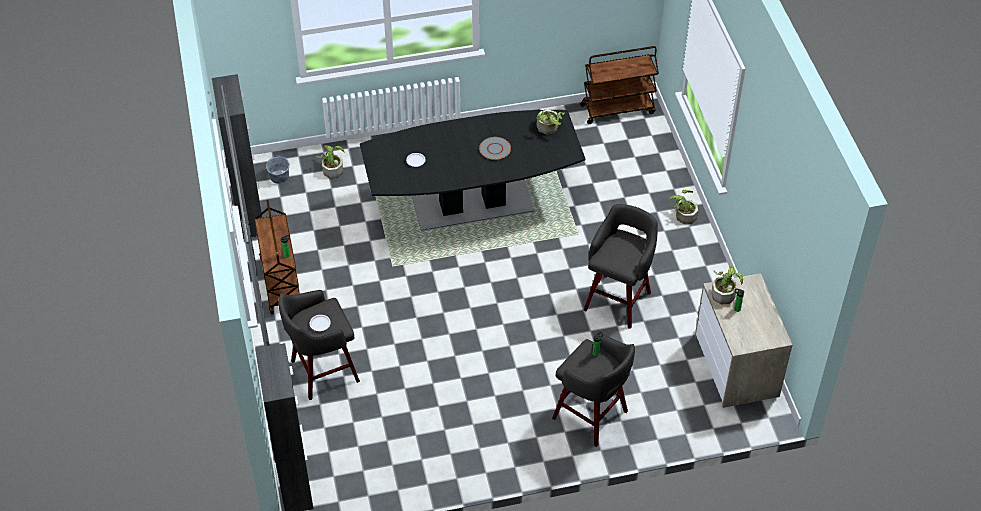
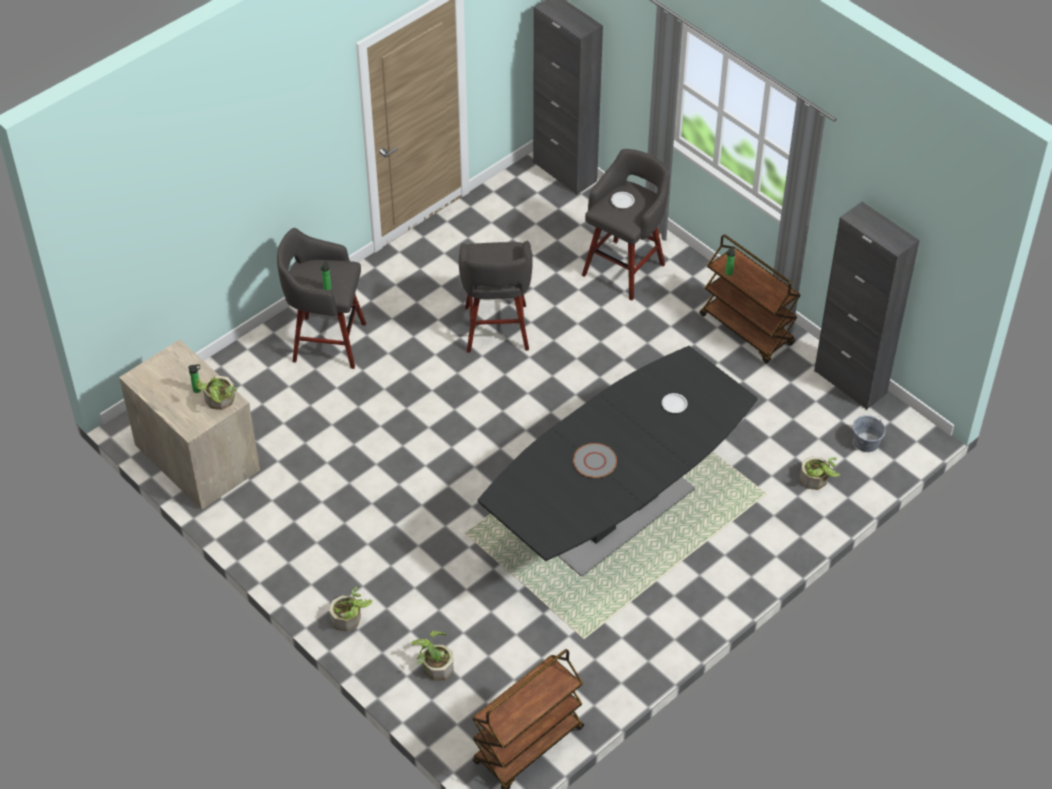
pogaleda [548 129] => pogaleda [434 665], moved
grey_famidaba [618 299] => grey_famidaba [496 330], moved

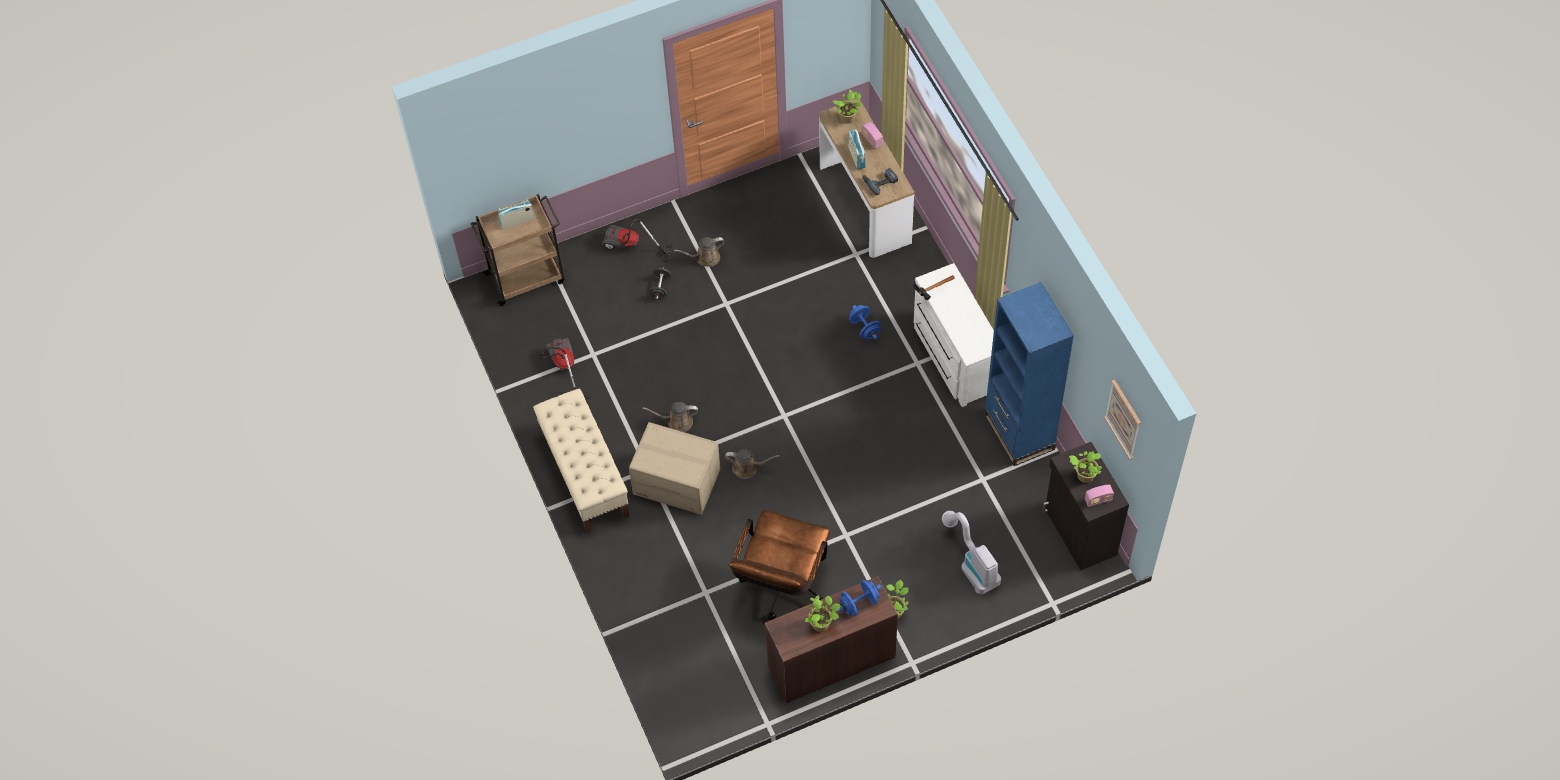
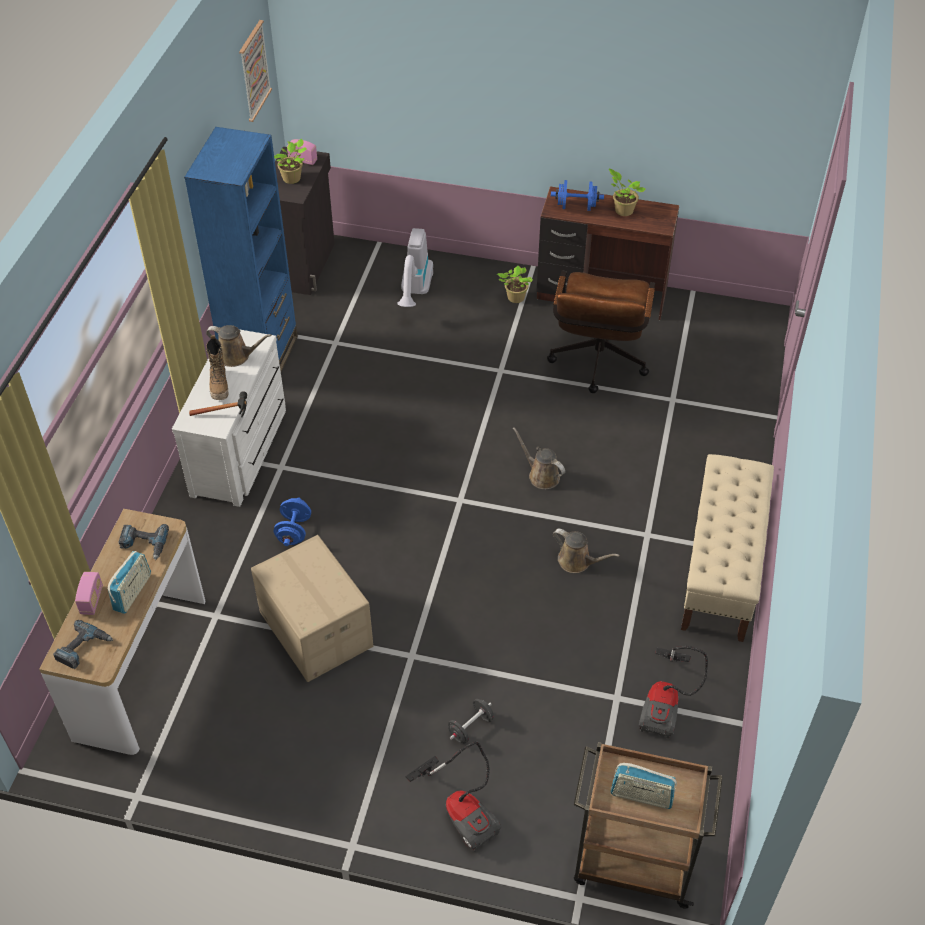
pogaleda [848 118] => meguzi [83 648]
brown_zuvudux [705 258] => brown_zuvudux [236 356], moved
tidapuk [677 481] => tidapuk [315 629], moved
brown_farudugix [782 588] => brown_farudugix [597 365], 135 degrees clockwise
nothing => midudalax [219 385]

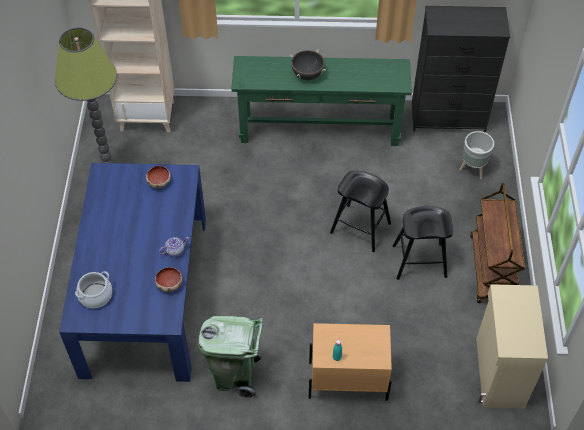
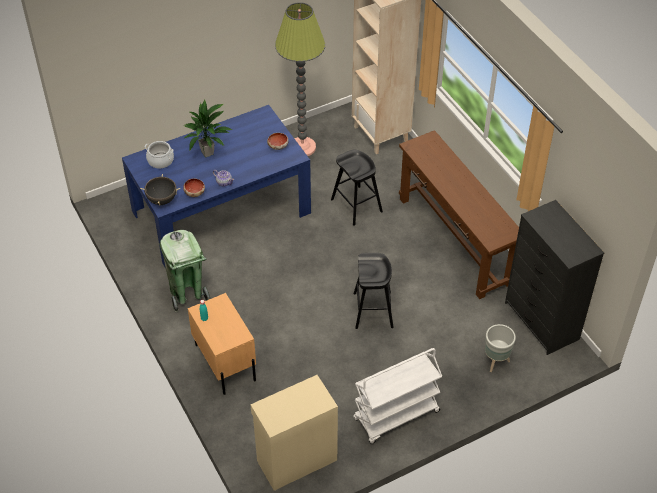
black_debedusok [307 75] => black_debedusok [162 200], moved
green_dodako [319 129] => brown_dodako [454 240]
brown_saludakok [491 270] => white_saludakok [396 416]
black_famidaba [419 261] => black_famidaba [356 205], moved
nothing => pogaleda [208 153]

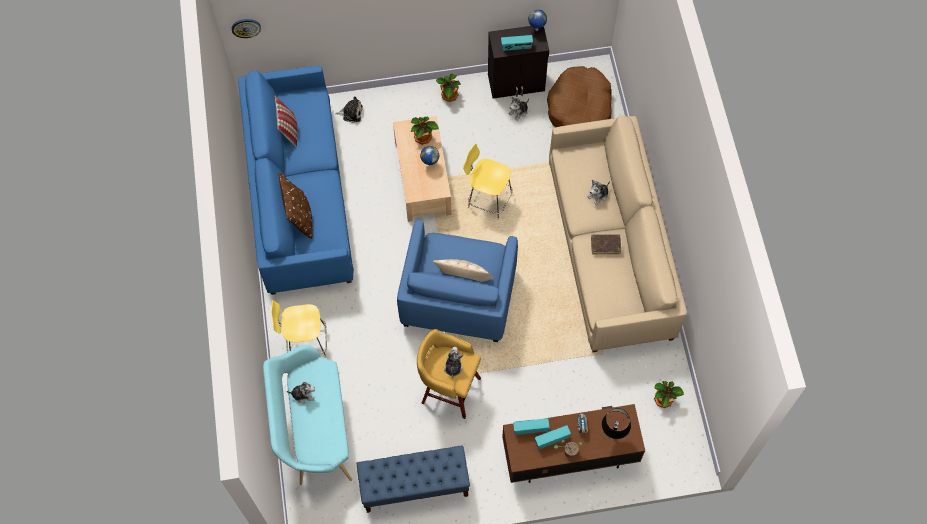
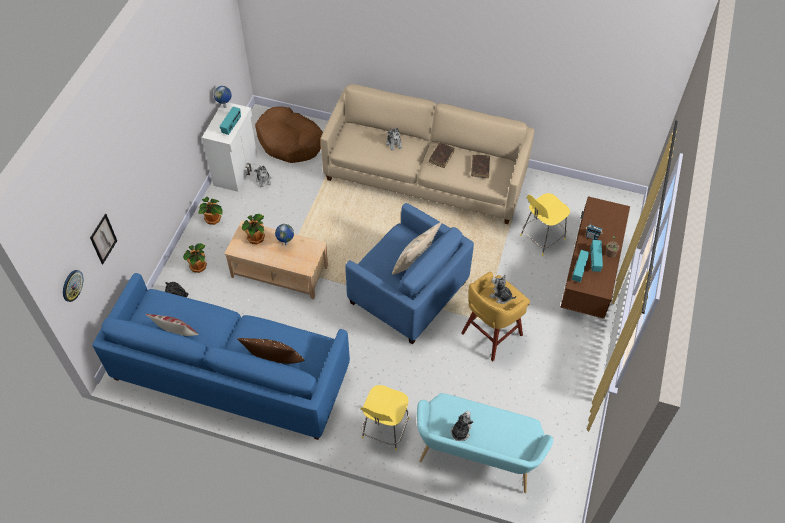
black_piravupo [516 83] => white_piravupo [236 170]
yellow_famidaba [488 200] => yellow_famidaba [541 238], moved
pogaleda [664 400] => pogaleda [199 266], moved
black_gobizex [612 435] => nothing
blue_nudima [414 486] => nothing
nothing => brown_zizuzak [480 168]
nothing => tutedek [103 239]

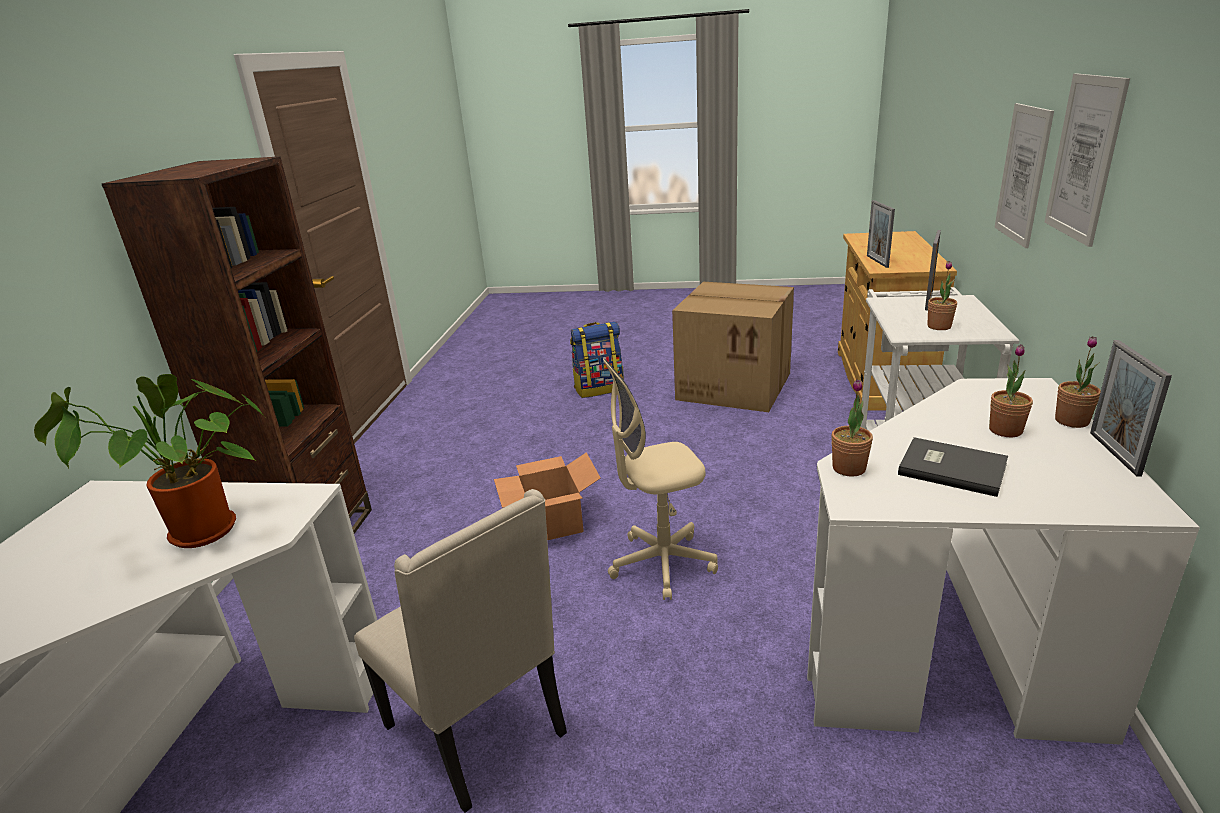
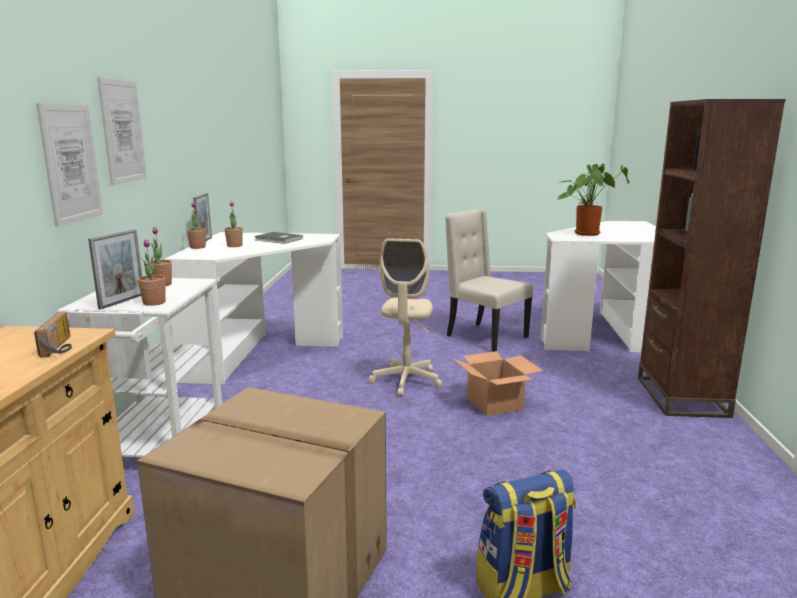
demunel [877 261] => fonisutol [61 347]
beige_farudugix [662 564] => beige_farudugix [406 381], 120 degrees clockwise
pogaleda [849 468] => pogaleda [154 302], moved

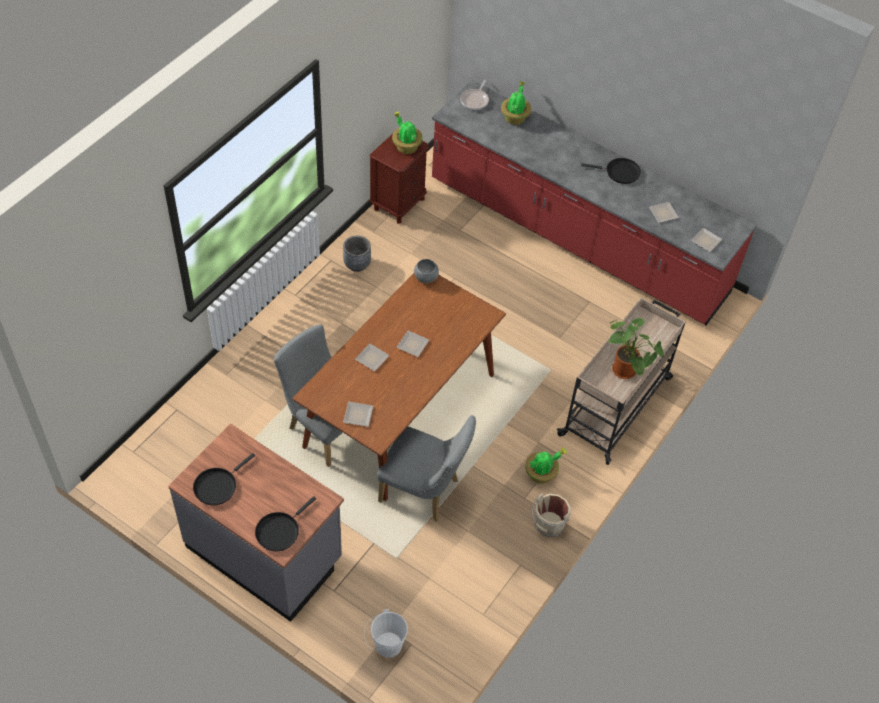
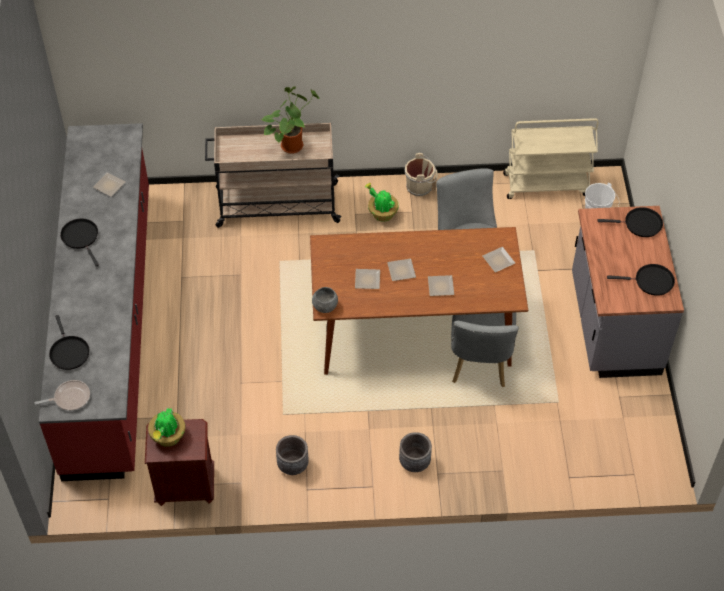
pogaleda [515 117] => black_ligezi [69 352]
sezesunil [707 241] => sezesunil [366 279], moved
nothing => beige_saludakok [546 184]
nothing => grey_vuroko [414 462]

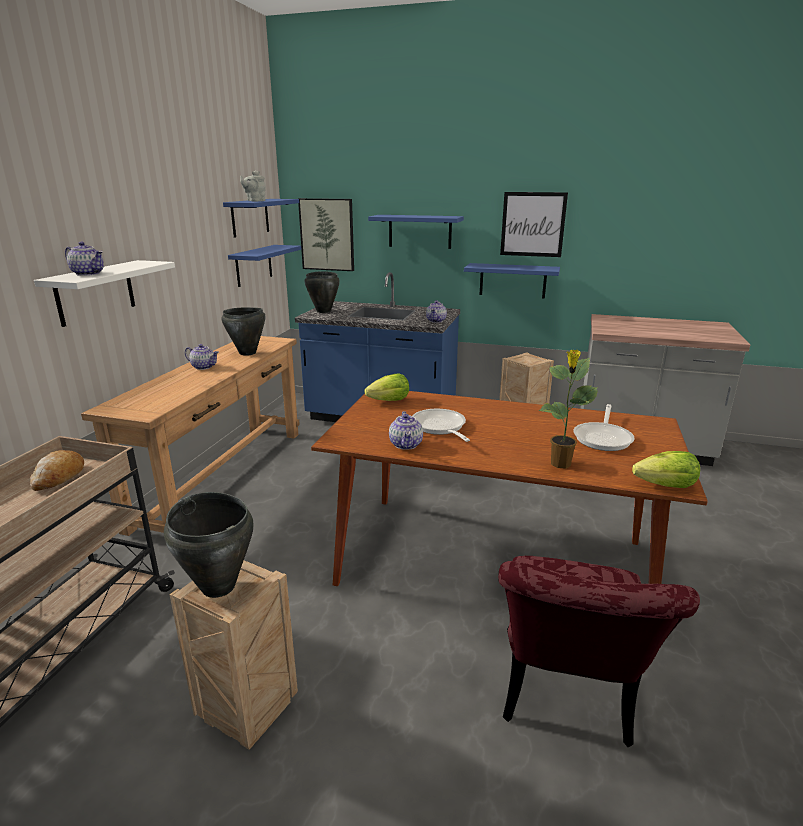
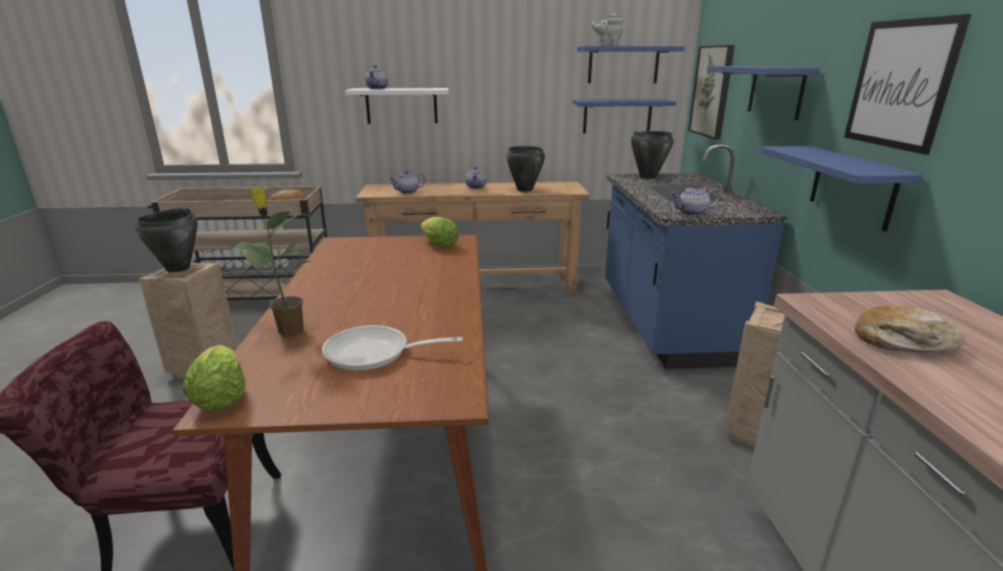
ligezi [440 427] => nothing
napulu [406 445] => napulu [408 192], moved
nothing => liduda [903 342]

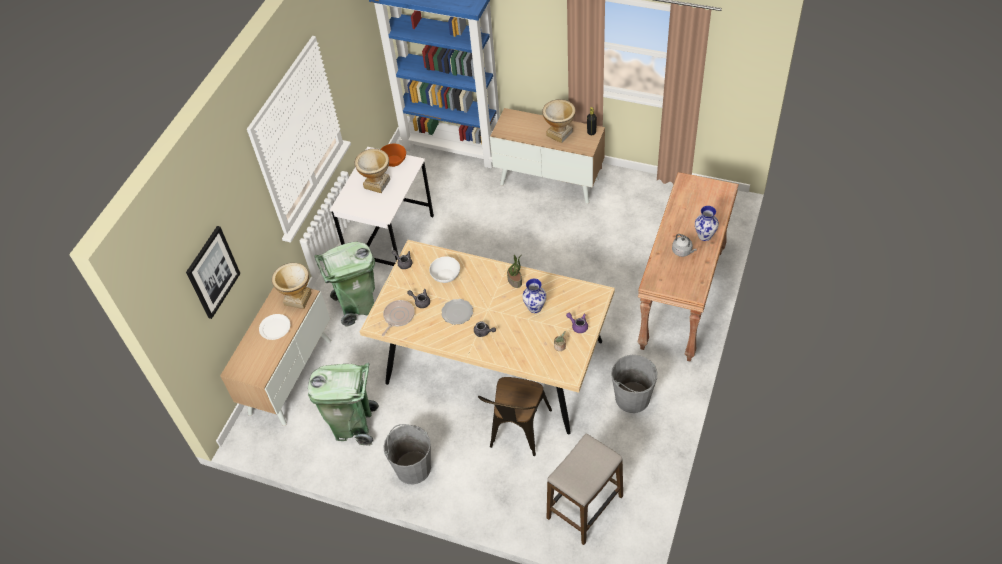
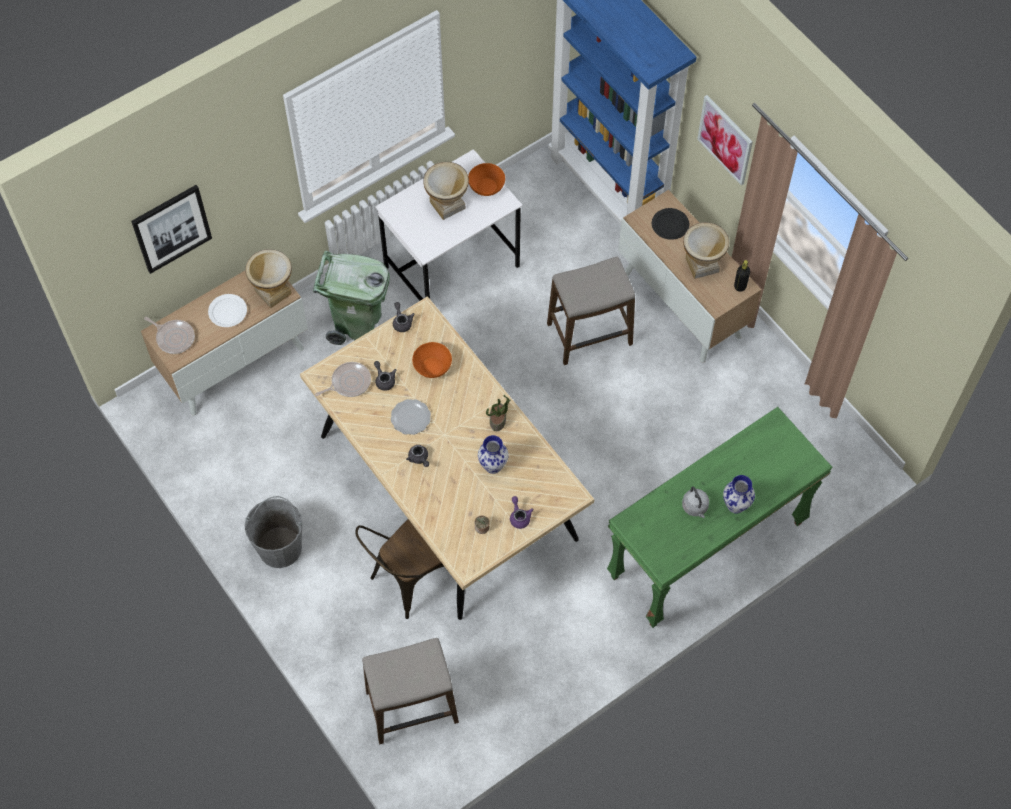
brown_dodako [683 300] => green_dodako [707 551]
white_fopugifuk [446 275] => orange_fopugifuk [432 366]
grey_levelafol [632 398] => nothing
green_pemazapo [354 425] => nothing
nothing => tutedek [725 139]
nothing => black_sezesunil [670 225]
nothing => famidaba [590 334]
nothing => ligezi [174 337]

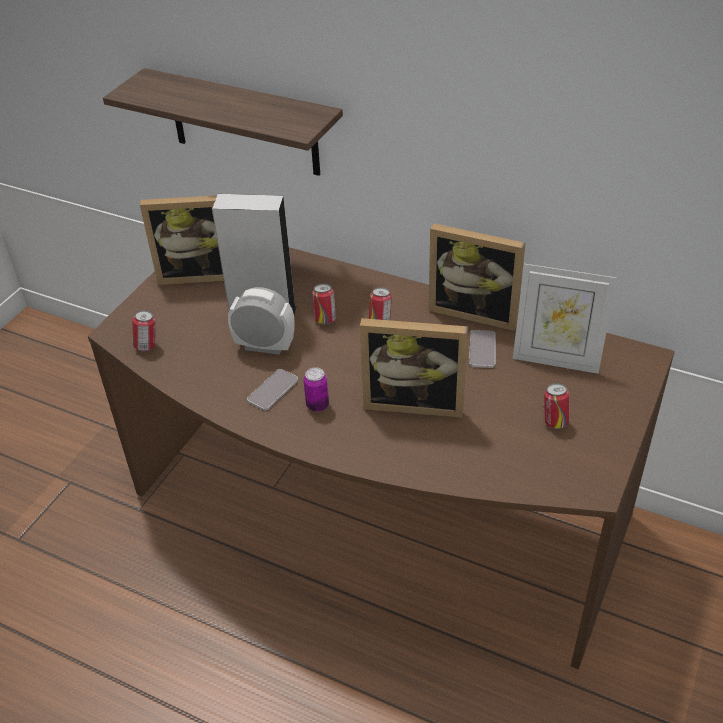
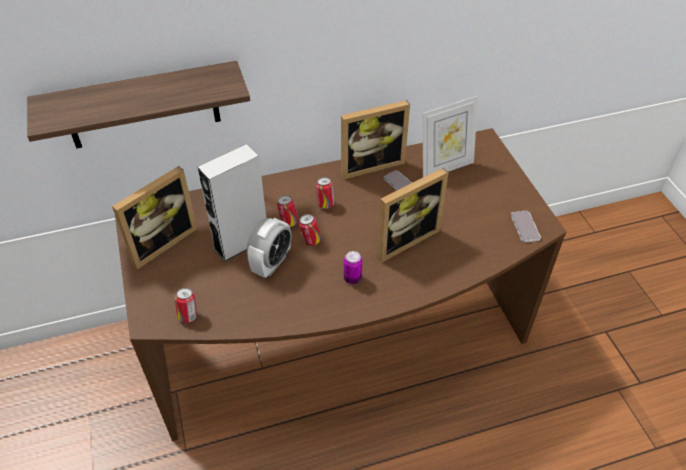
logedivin [264 346] => logedivin [271 263], 150 degrees clockwise
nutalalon [273 390] => nutalalon [525 227], moved
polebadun [554 422] => polebadun [310 241], moved

